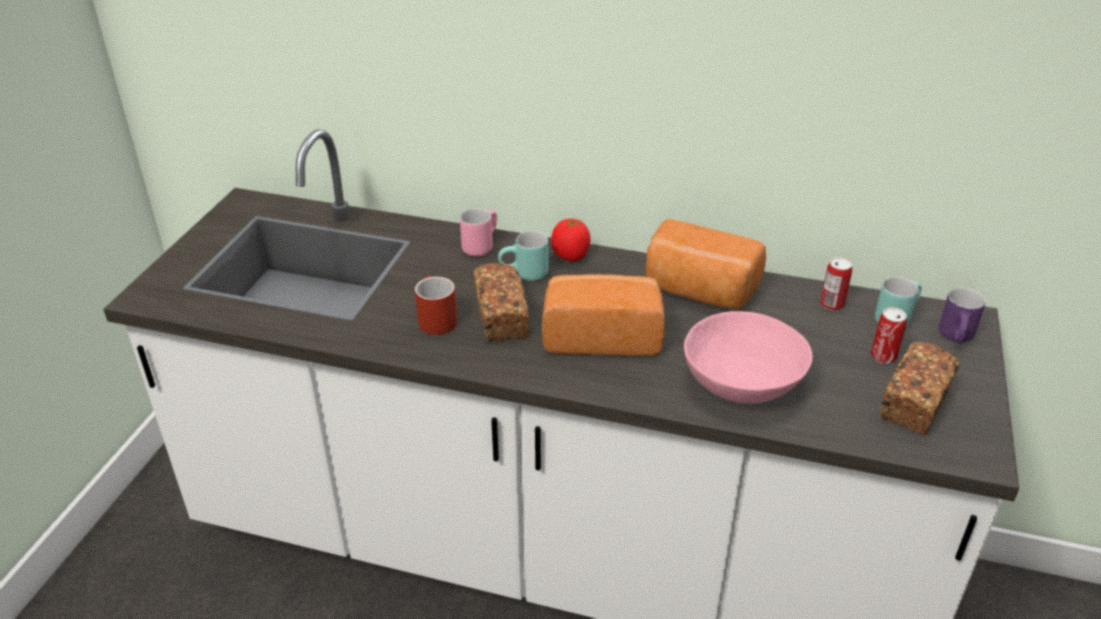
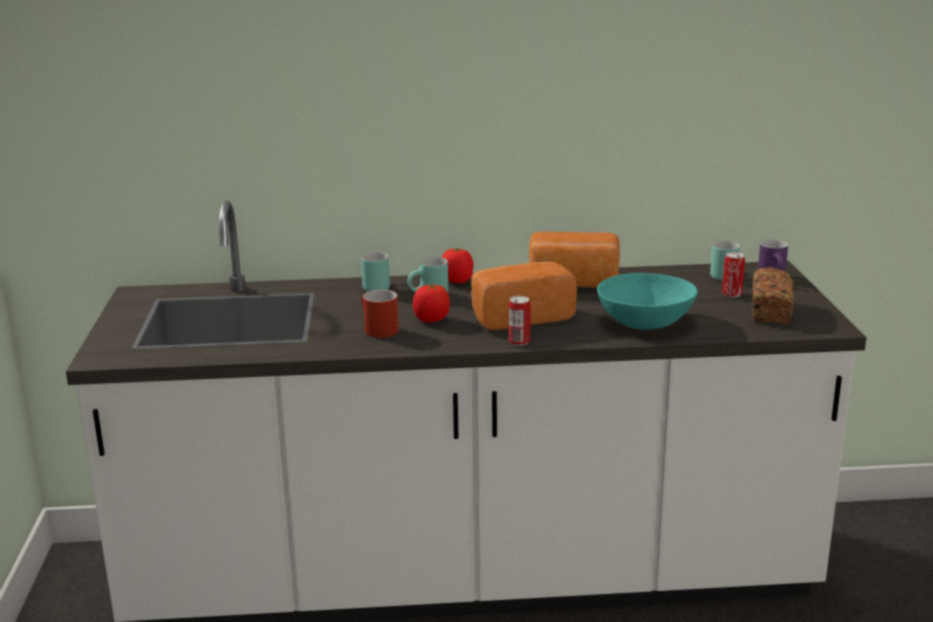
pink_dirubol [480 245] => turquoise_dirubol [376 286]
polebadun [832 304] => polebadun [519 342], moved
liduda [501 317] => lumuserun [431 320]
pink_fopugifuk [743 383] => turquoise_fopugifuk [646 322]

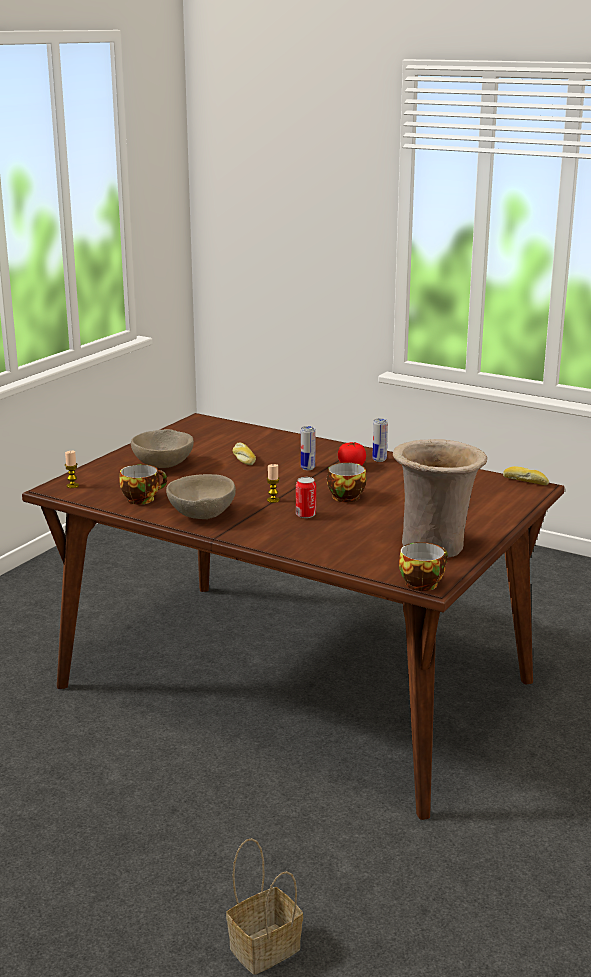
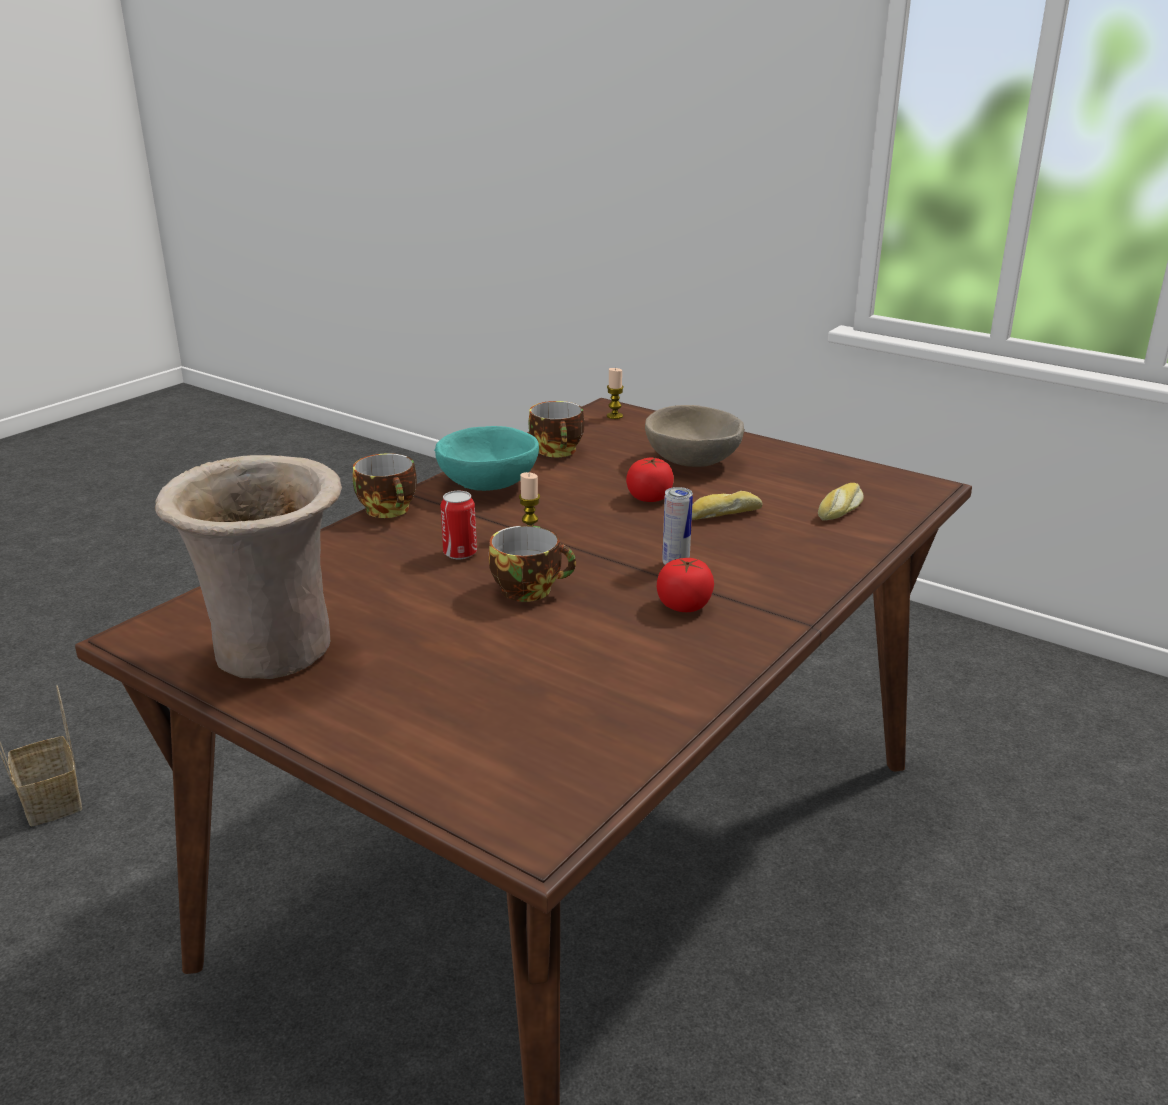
polebadun [379 460] => nothing
liduda [525 481] => liduda [841 510], moved
beige_fopugifuk [201 514] => turquoise_fopugifuk [489 484]
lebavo [422 583] => lebavo [390 510], moved
nothing => lumuserun [649 498]

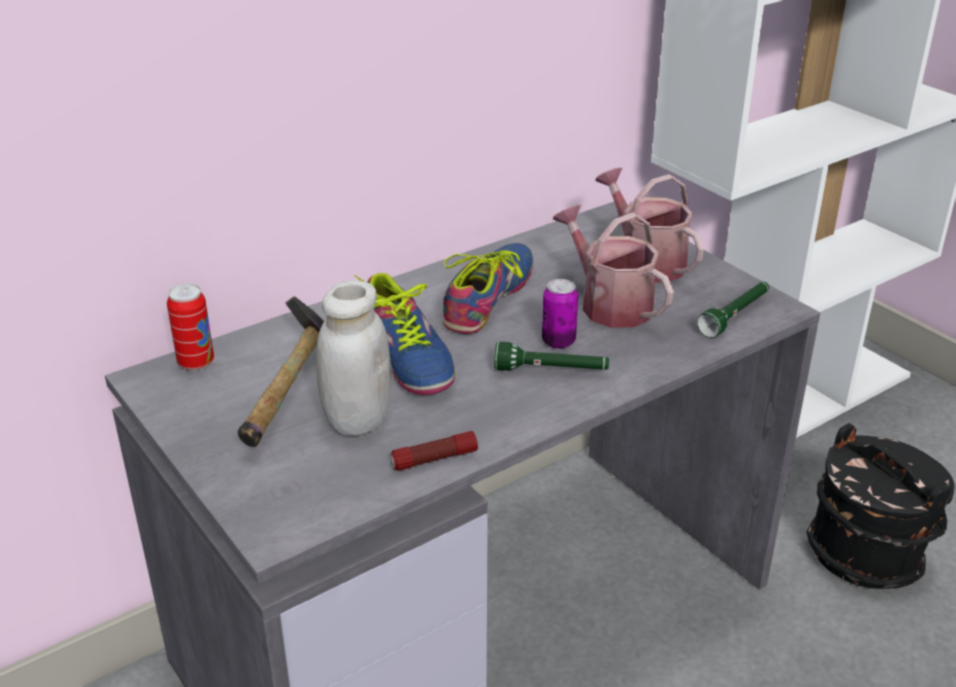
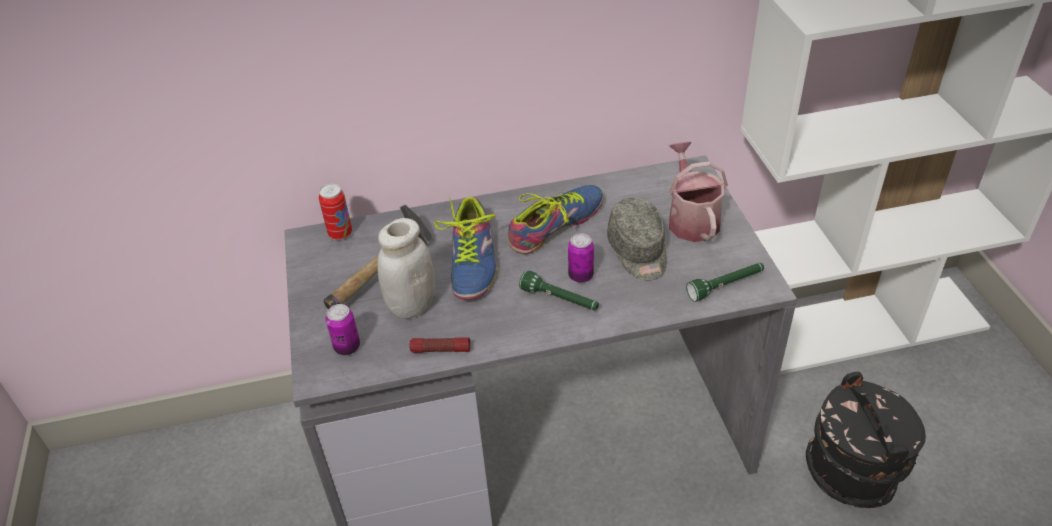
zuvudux [609 304] => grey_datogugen [638 252]
nothing => polebadun [347 347]

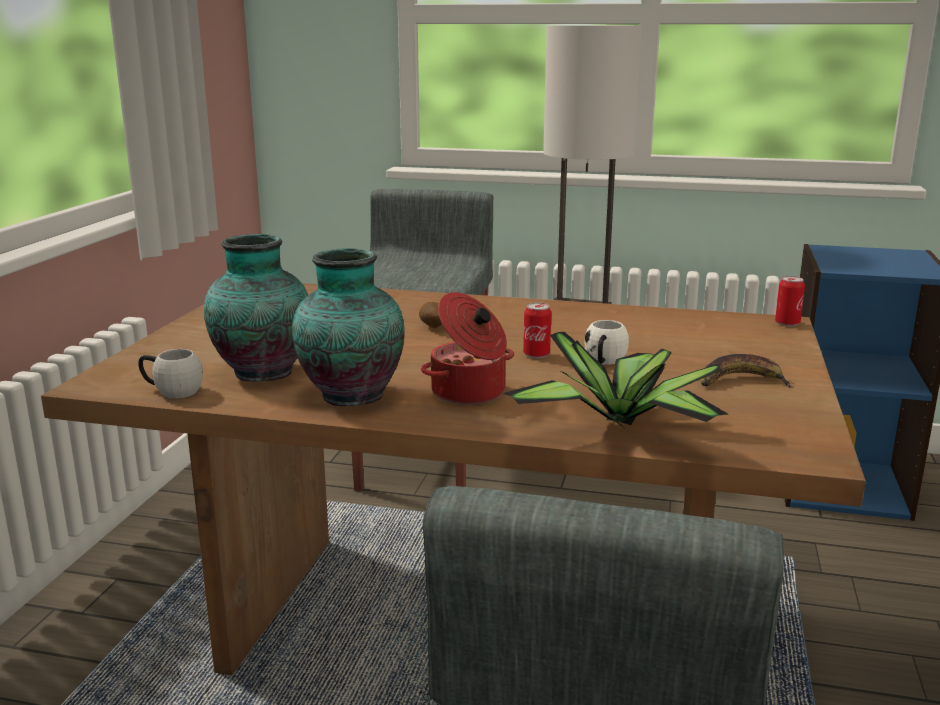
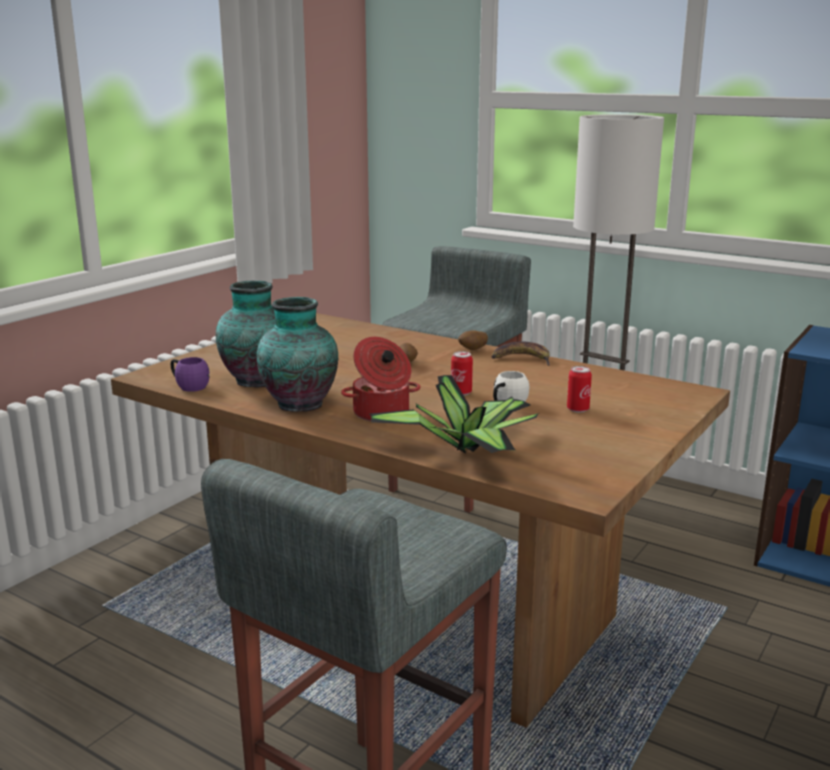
polebadun [787 323] => polebadun [577 409], moved
white_dirubol [171 391] => purple_dirubol [188 386]
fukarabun [741 381] => fukarabun [522 359], moved
nothing => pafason [473 350]

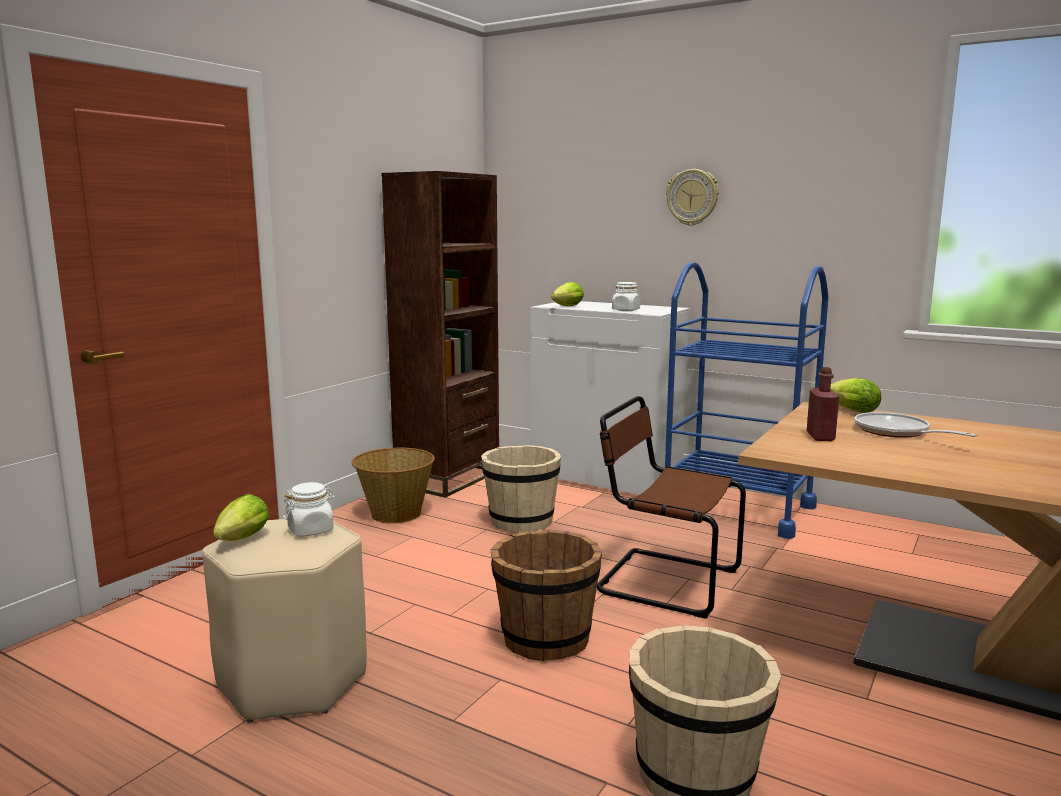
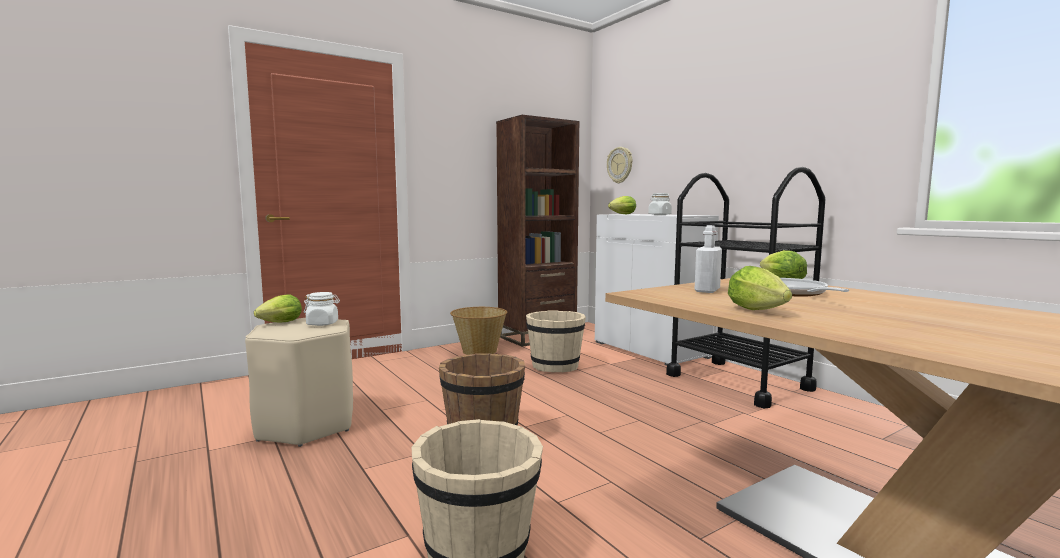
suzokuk [692 197] => suzokuk [620 165], moved
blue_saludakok [737 509] => black_saludakok [738 382]
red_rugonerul [820 437] => white_rugonerul [707 290]
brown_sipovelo [663 581] => nothing
nothing => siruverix [760 311]

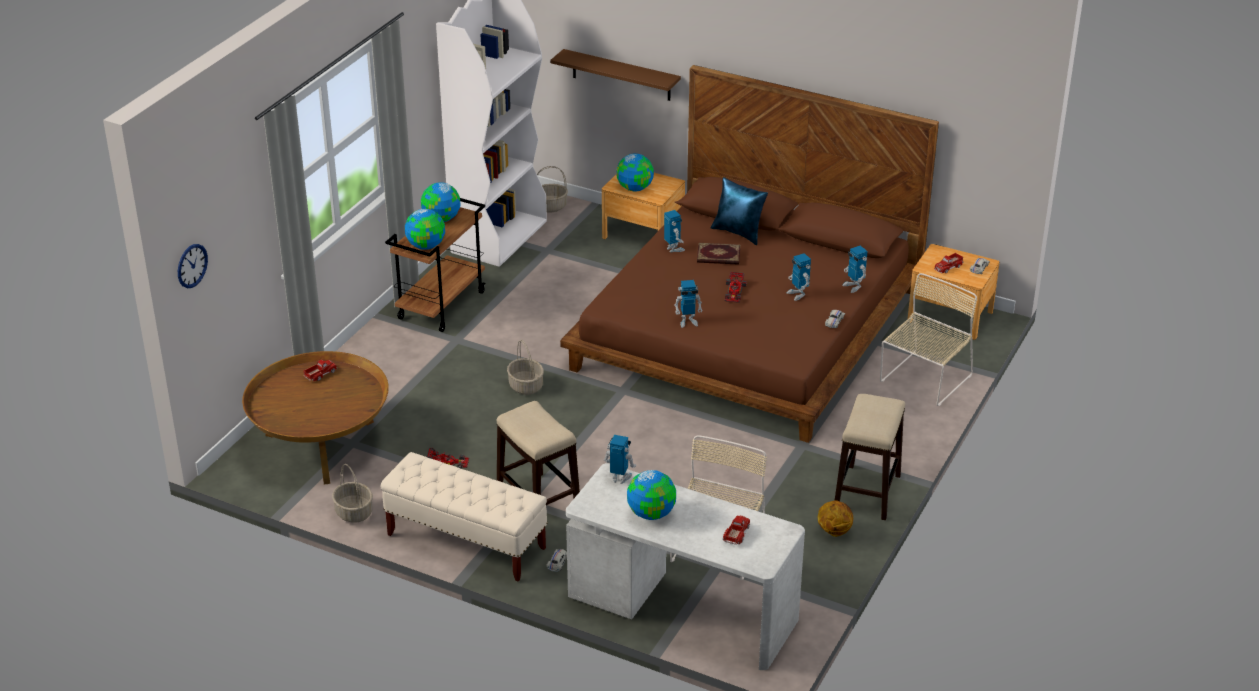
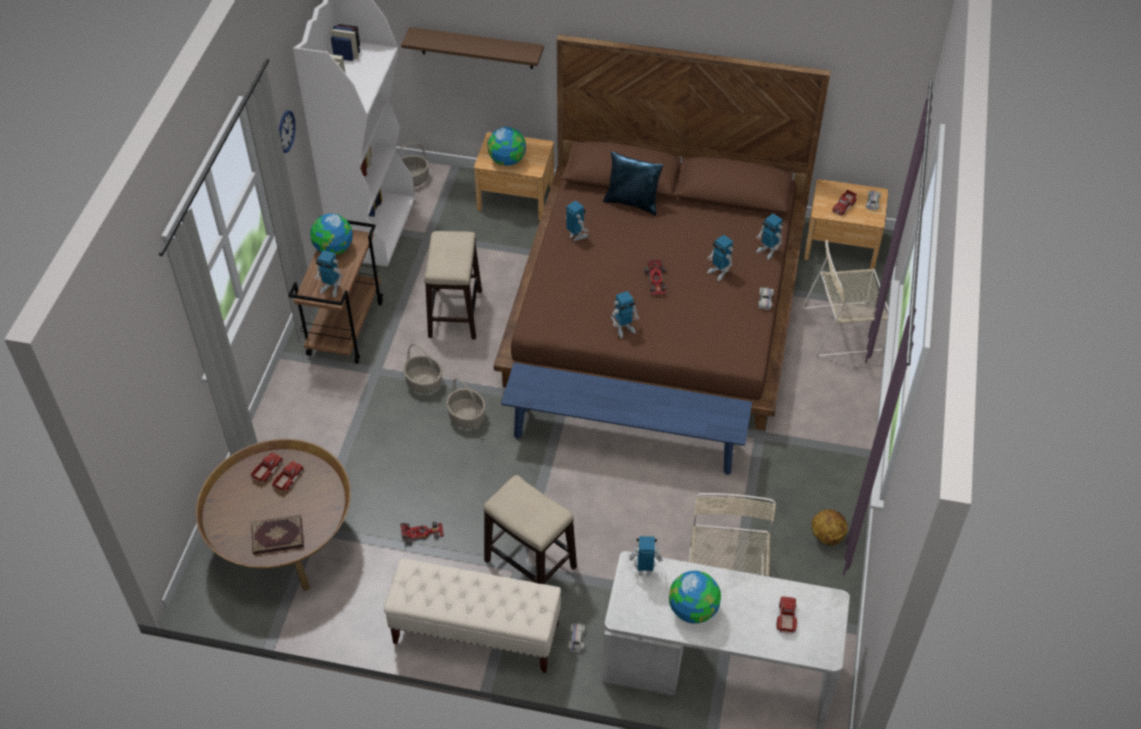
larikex [426 246] => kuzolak [331 288]
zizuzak [718 256] => zizuzak [277 537], moved
suzokuk [192 265] => suzokuk [286 131], moved
beige_sipovelo [924 380] => beige_sipovelo [844 329], 120 degrees counterclockwise
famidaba [867 493] => famidaba [455 314], moved
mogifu [353 512] => mogifu [423 382], moved
nothing => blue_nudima [625 439]
nothing => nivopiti [288 479]

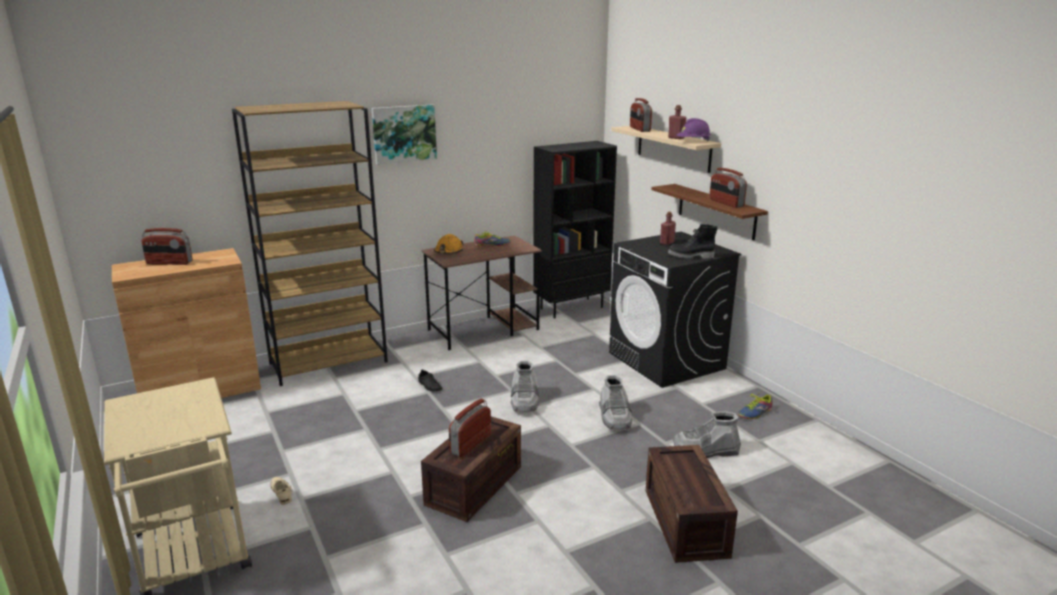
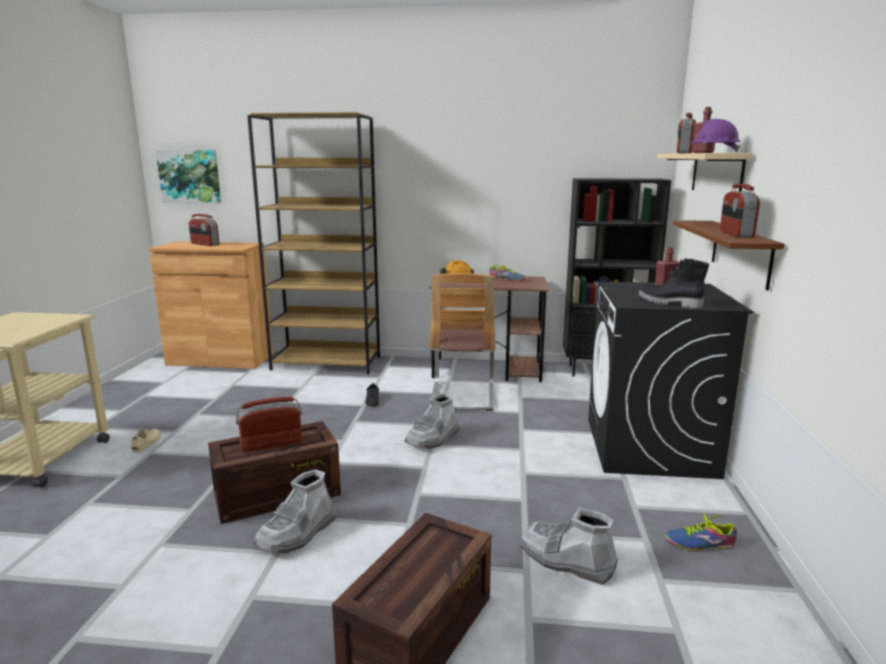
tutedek [404 133] => tutedek [190 176], moved
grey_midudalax [615 418] => grey_midudalax [297 534], moved
nothing => sipovelo [462 396]

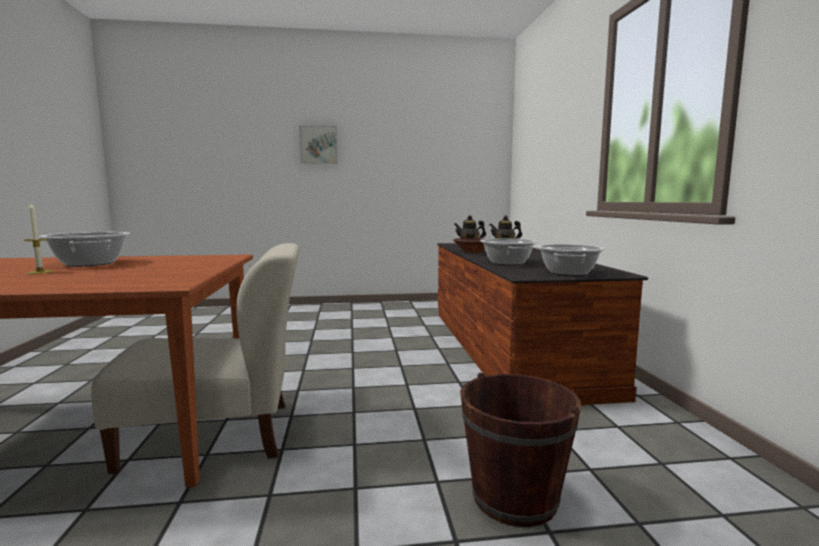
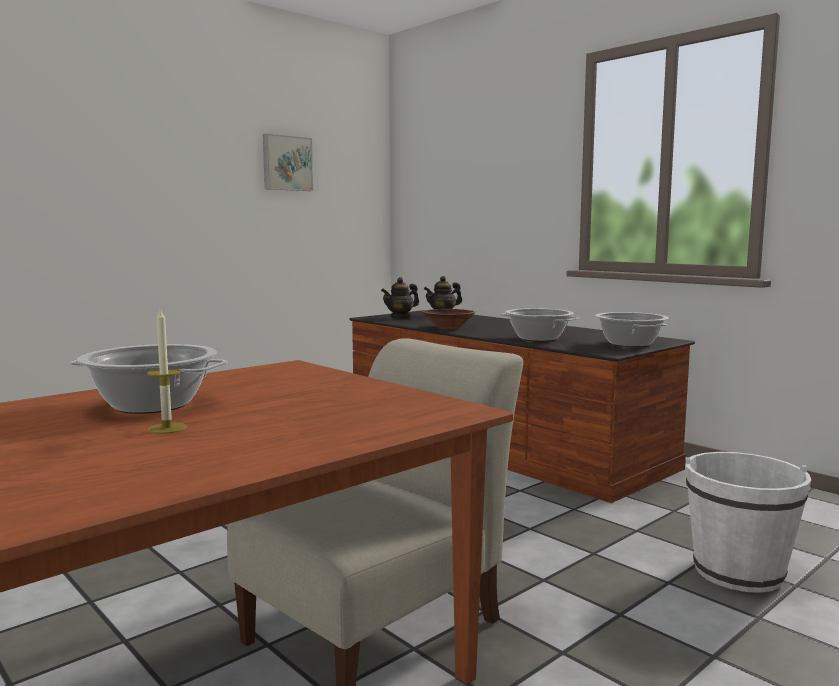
tutedek [318 145] => tutedek [286 163], moved
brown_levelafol [514 498] => white_levelafol [738 572]

